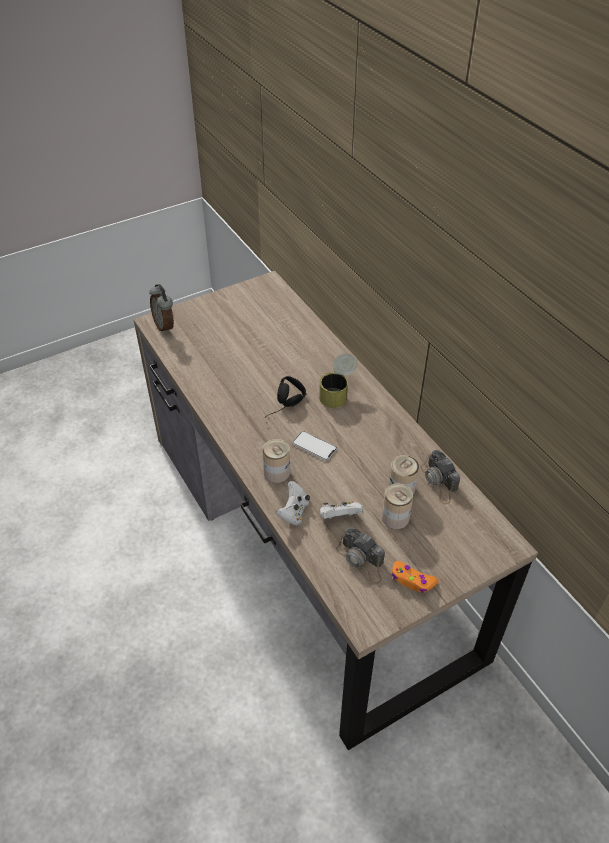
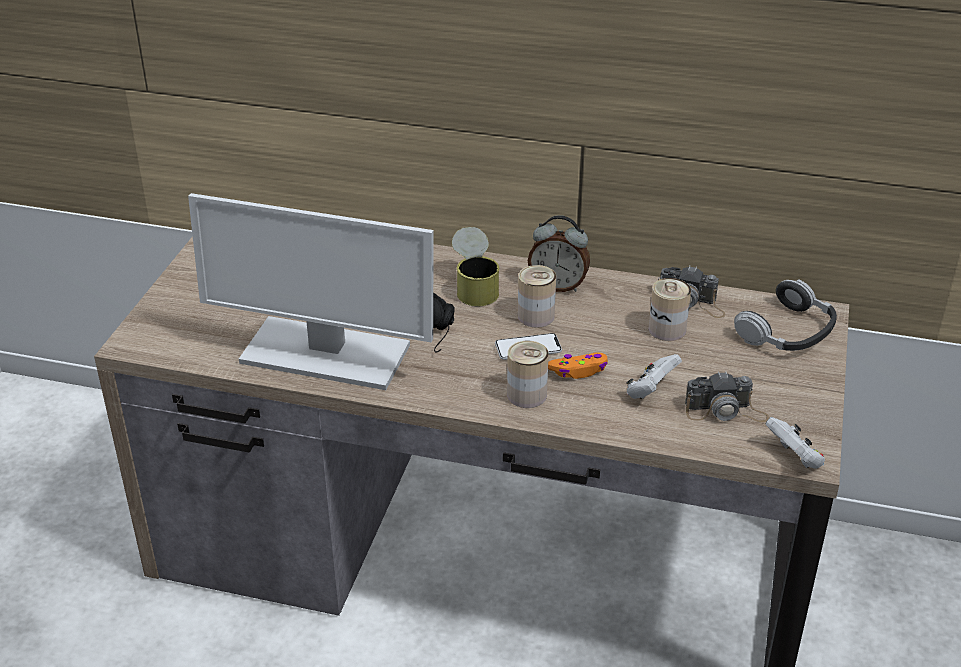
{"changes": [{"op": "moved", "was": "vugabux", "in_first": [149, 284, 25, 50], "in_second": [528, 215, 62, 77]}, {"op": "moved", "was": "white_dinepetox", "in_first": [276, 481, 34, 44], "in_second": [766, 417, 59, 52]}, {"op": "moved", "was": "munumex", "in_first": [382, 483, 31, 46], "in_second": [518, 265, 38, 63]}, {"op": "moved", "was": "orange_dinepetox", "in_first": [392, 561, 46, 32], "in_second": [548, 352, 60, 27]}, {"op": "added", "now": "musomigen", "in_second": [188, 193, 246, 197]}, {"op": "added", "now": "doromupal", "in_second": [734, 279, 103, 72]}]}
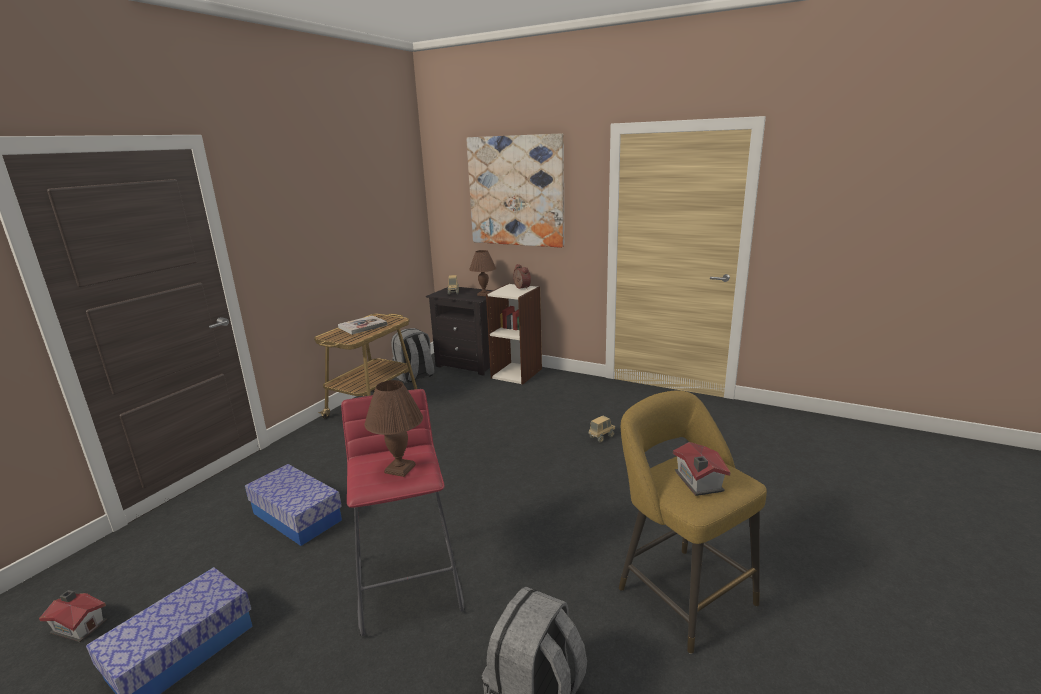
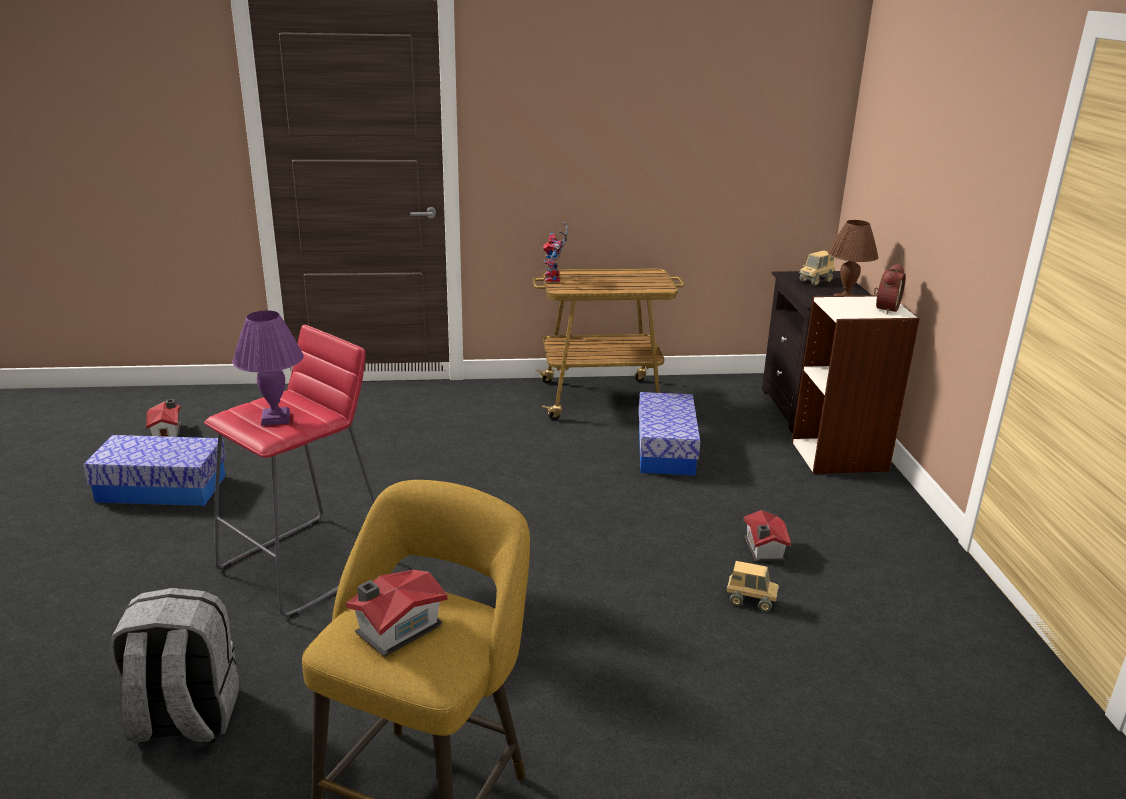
{"changes": [{"op": "moved", "was": "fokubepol", "in_first": [245, 464, 97, 82], "in_second": [639, 392, 61, 84]}, {"op": "removed", "was": "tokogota", "in_first": [338, 316, 49, 18]}, {"op": "recoloured", "was": "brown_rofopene", "now": "purple_rofopene", "in_first": [364, 380, 59, 97], "in_second": [232, 310, 72, 116]}, {"op": "removed", "was": "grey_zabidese", "in_first": [391, 328, 44, 55]}, {"op": "removed", "was": "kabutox", "in_first": [466, 134, 99, 114]}, {"op": "added", "now": "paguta", "in_second": [543, 222, 25, 60]}, {"op": "added", "now": "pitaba", "in_second": [743, 510, 48, 52]}]}
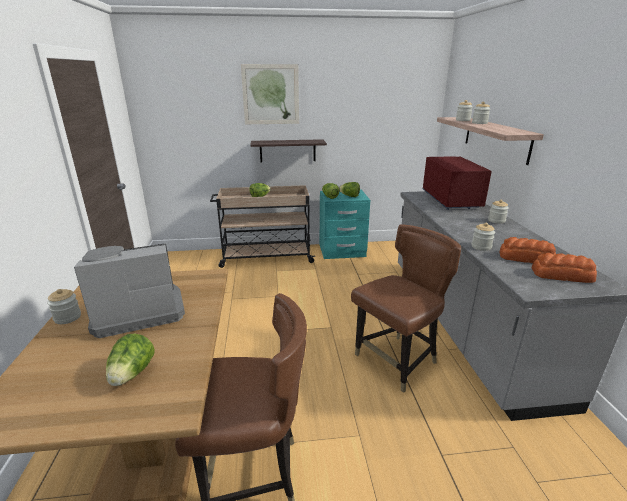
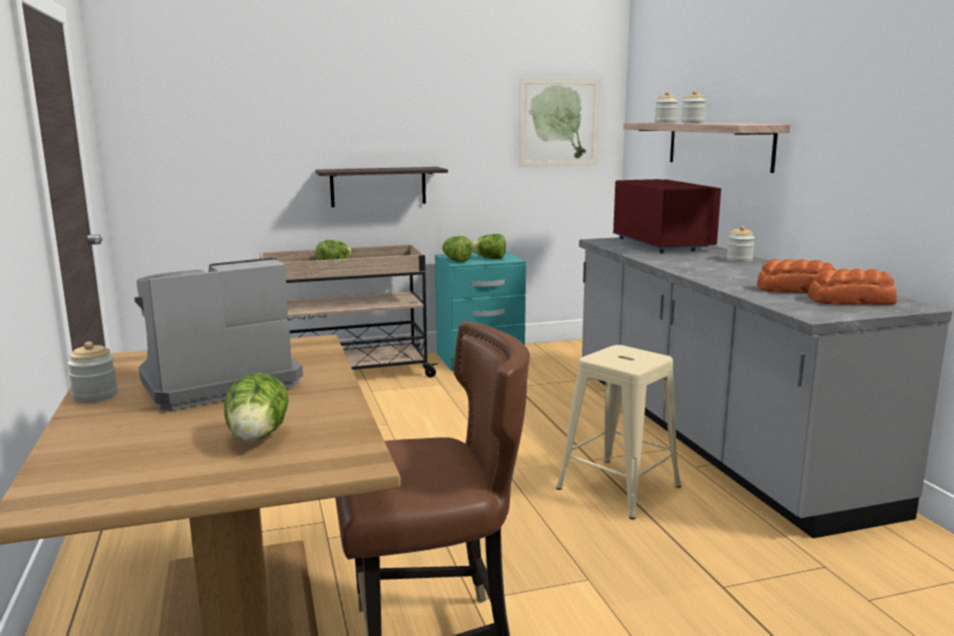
{"changes": [{"op": "moved", "was": "kabutox", "in_first": [241, 64, 58, 60], "in_second": [519, 77, 82, 90]}, {"op": "replaced", "was": "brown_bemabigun", "now": "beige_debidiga", "in_first": [351, 224, 110, 169], "in_second": [556, 345, 125, 175]}, {"op": "removed", "was": "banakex", "in_first": [472, 223, 23, 28]}]}
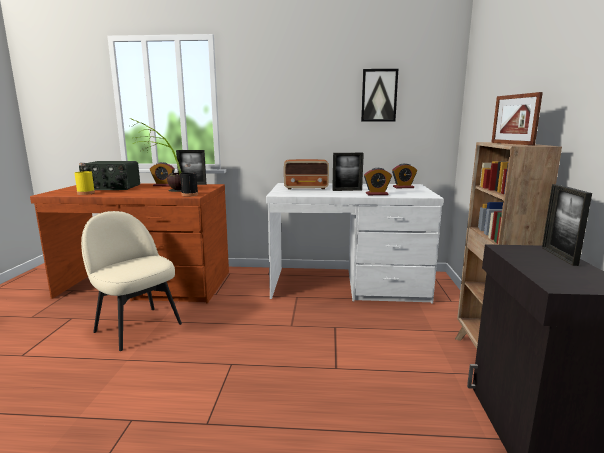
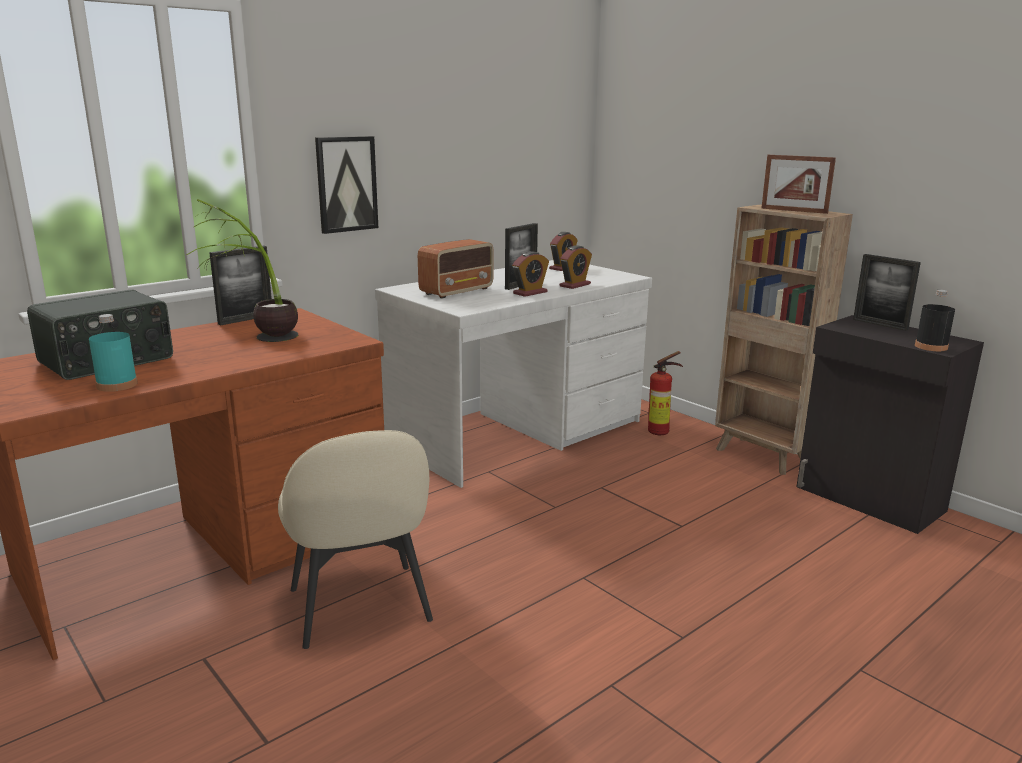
{"changes": [{"op": "recoloured", "was": "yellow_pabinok", "now": "turquoise_pabinok", "in_first": [75, 163, 20, 32], "in_second": [89, 314, 49, 78]}, {"op": "turned", "was": "beige_bemabigun", "in_first": [81, 211, 101, 140], "in_second": [278, 430, 155, 219], "clockwise": -105}, {"op": "moved", "was": "vugabux", "in_first": [150, 162, 25, 24], "in_second": [512, 251, 37, 46]}, {"op": "moved", "was": "black_pabinok", "in_first": [180, 164, 18, 33], "in_second": [915, 290, 40, 61]}, {"op": "moved", "was": "kabutox", "in_first": [361, 69, 37, 52], "in_second": [315, 136, 63, 98]}, {"op": "added", "now": "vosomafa", "in_second": [648, 351, 35, 84]}]}
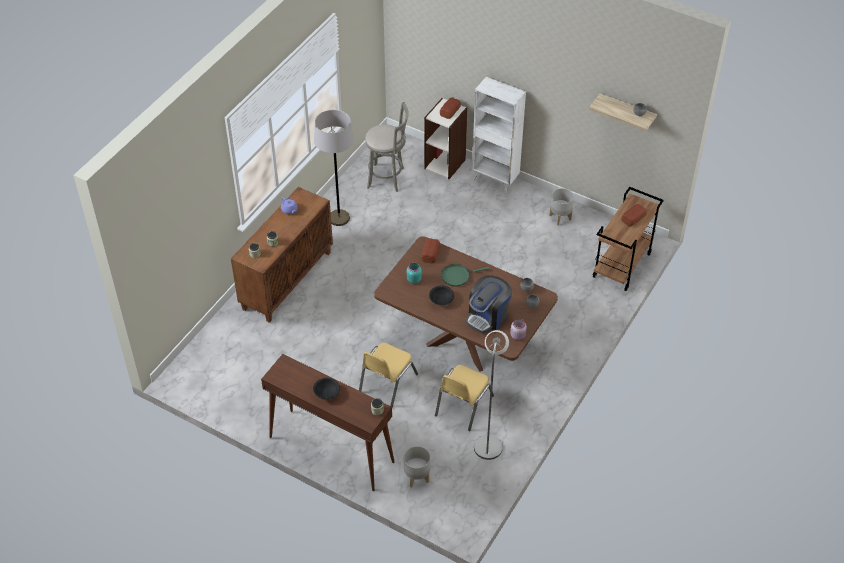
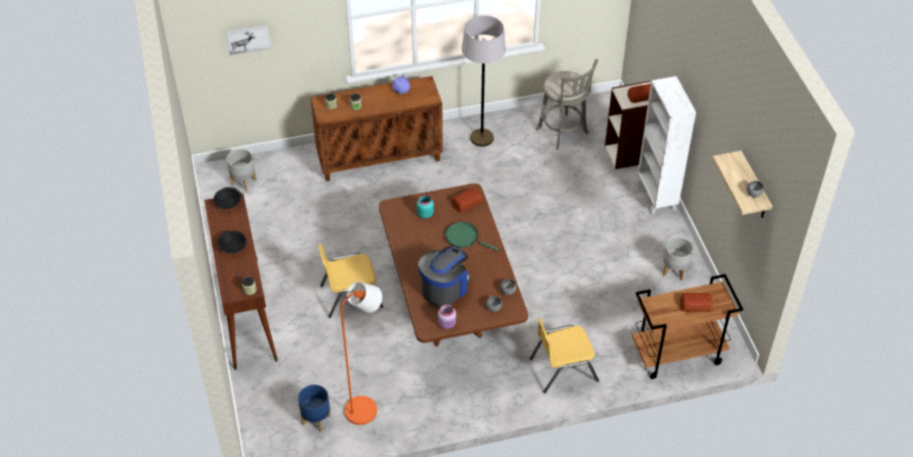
{"changes": [{"op": "moved", "was": "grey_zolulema", "in_first": [404, 446, 26, 42], "in_second": [227, 149, 29, 42]}, {"op": "moved", "was": "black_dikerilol", "in_first": [429, 285, 25, 20], "in_second": [213, 187, 29, 22]}, {"op": "moved", "was": "yellow_bemabigun", "in_first": [435, 365, 59, 66], "in_second": [529, 318, 70, 75]}, {"op": "turned", "was": "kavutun", "in_first": [466, 275, 46, 58], "in_second": [418, 246, 53, 61], "clockwise": 135}, {"op": "recoloured", "was": "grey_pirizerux", "now": "orange_pirizerux", "in_first": [474, 330, 35, 130], "in_second": [340, 282, 42, 143]}, {"op": "added", "now": "kabutox", "in_second": [226, 25, 45, 30]}, {"op": "added", "now": "blue_zolulema", "in_second": [298, 385, 33, 47]}]}
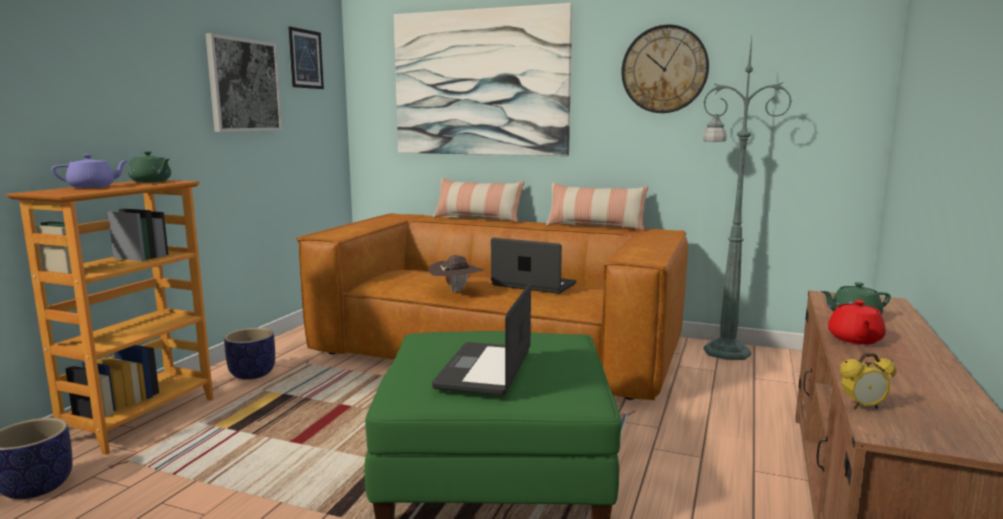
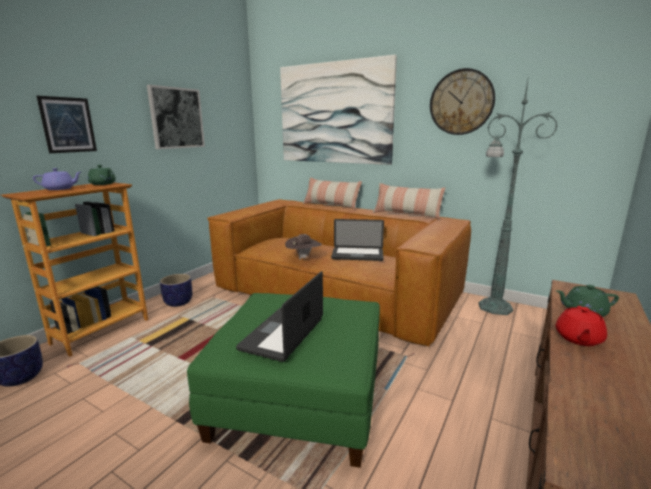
{"changes": [{"op": "moved", "was": "kabutox", "in_first": [288, 26, 36, 63], "in_second": [36, 96, 61, 57]}, {"op": "turned", "was": "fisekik", "in_first": [491, 237, 85, 57], "in_second": [331, 219, 53, 42], "clockwise": 150}, {"op": "removed", "was": "vugabux", "in_first": [840, 353, 56, 56]}]}
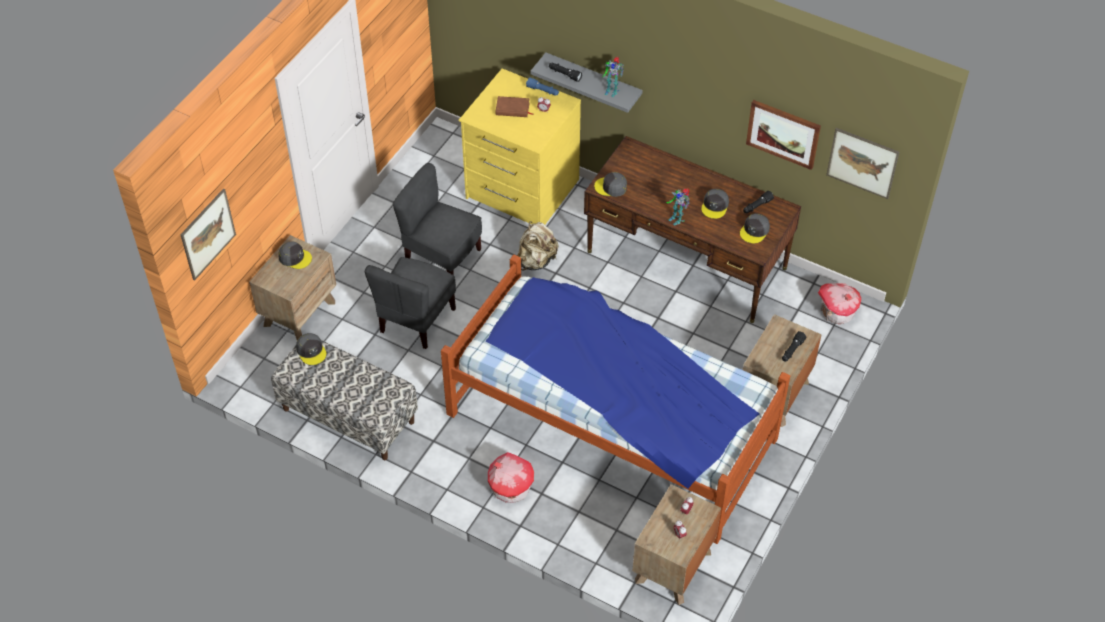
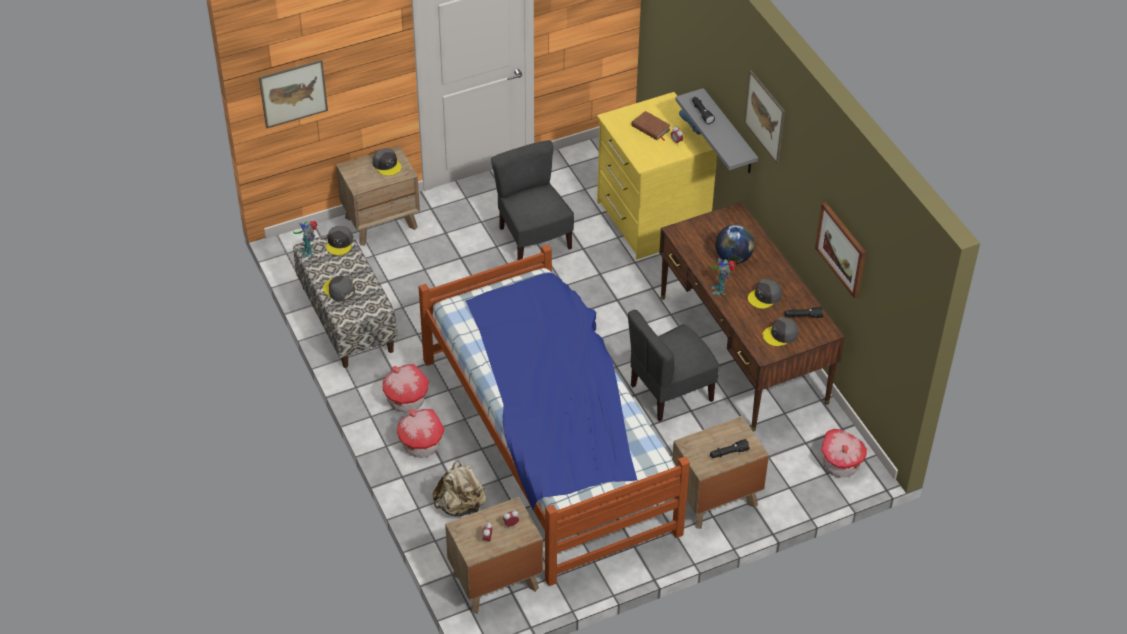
{"changes": [{"op": "moved", "was": "grey_bemabigun", "in_first": [365, 257, 91, 92], "in_second": [628, 310, 91, 111]}, {"op": "moved", "was": "beige_zabidese", "in_first": [517, 221, 41, 50], "in_second": [432, 460, 55, 56]}, {"op": "moved", "was": "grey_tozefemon", "in_first": [594, 172, 33, 25], "in_second": [323, 276, 32, 26]}, {"op": "moved", "was": "paguta", "in_first": [603, 57, 21, 40], "in_second": [293, 221, 24, 37]}, {"op": "moved", "was": "kabutox", "in_first": [826, 128, 73, 71], "in_second": [744, 70, 41, 94]}, {"op": "added", "now": "pitaba", "in_second": [383, 364, 46, 48]}, {"op": "added", "now": "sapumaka", "in_second": [715, 225, 40, 39]}]}
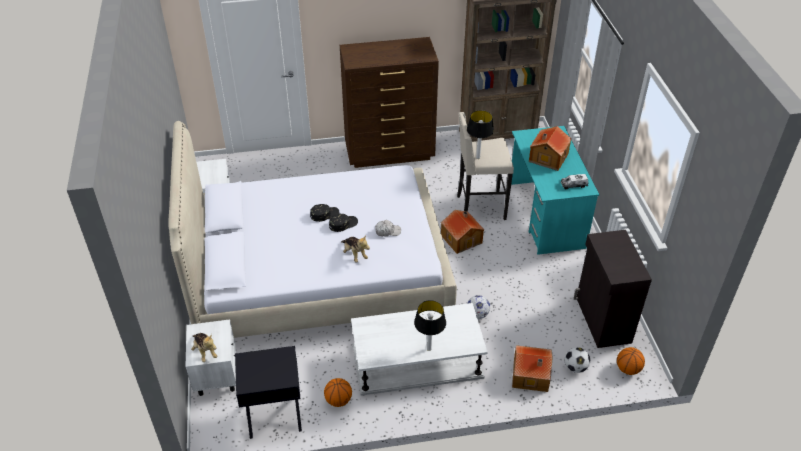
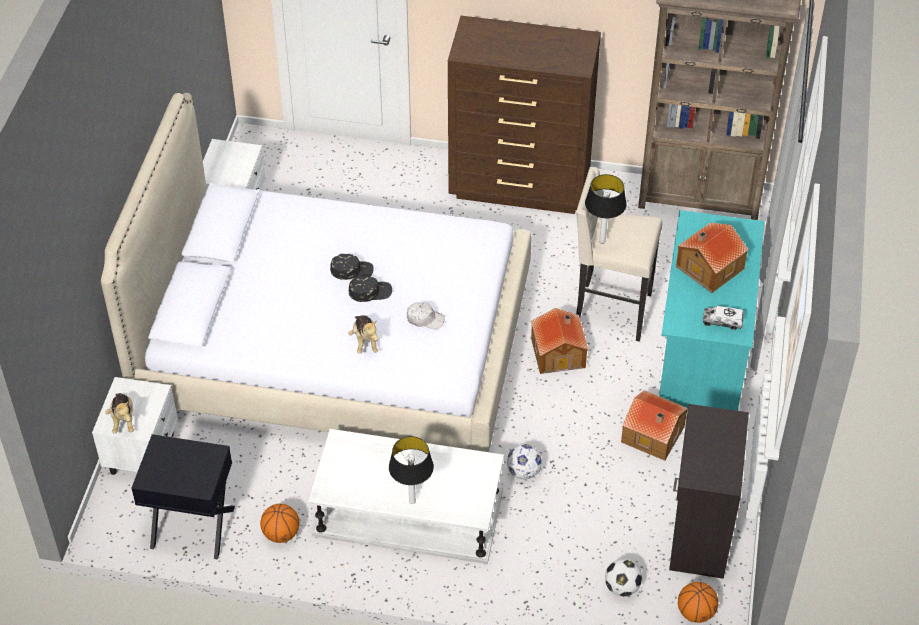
{"changes": [{"op": "moved", "was": "pitaba", "in_first": [512, 345, 41, 47], "in_second": [621, 390, 67, 71]}]}
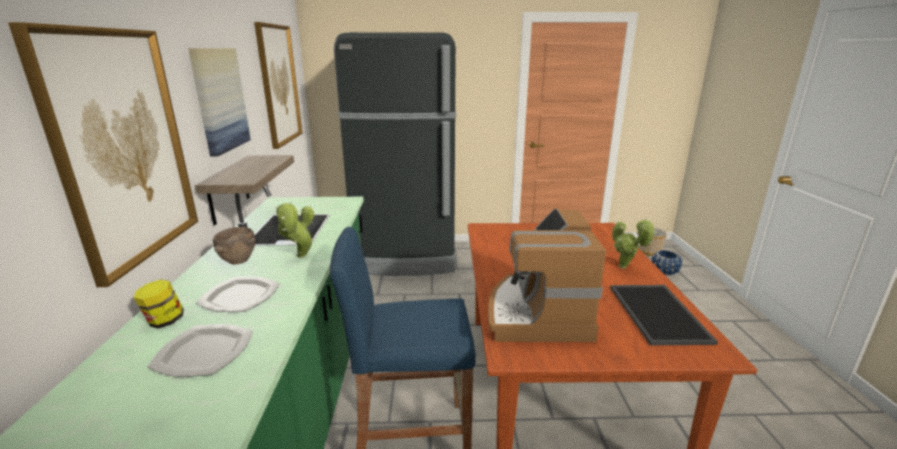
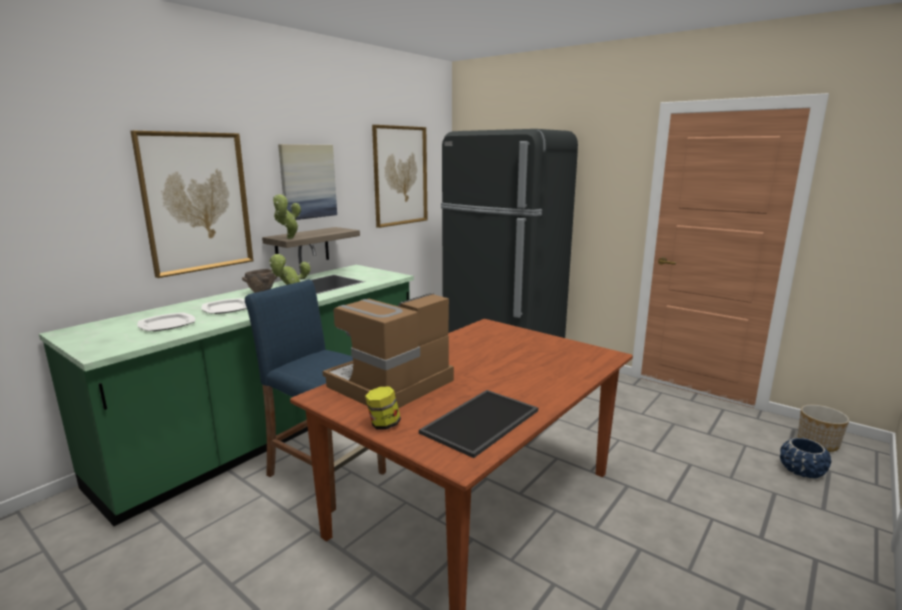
{"changes": [{"op": "moved", "was": "banakex", "in_first": [134, 279, 50, 49], "in_second": [365, 387, 36, 43]}, {"op": "moved", "was": "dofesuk", "in_first": [612, 218, 44, 50], "in_second": [273, 194, 28, 45]}]}
